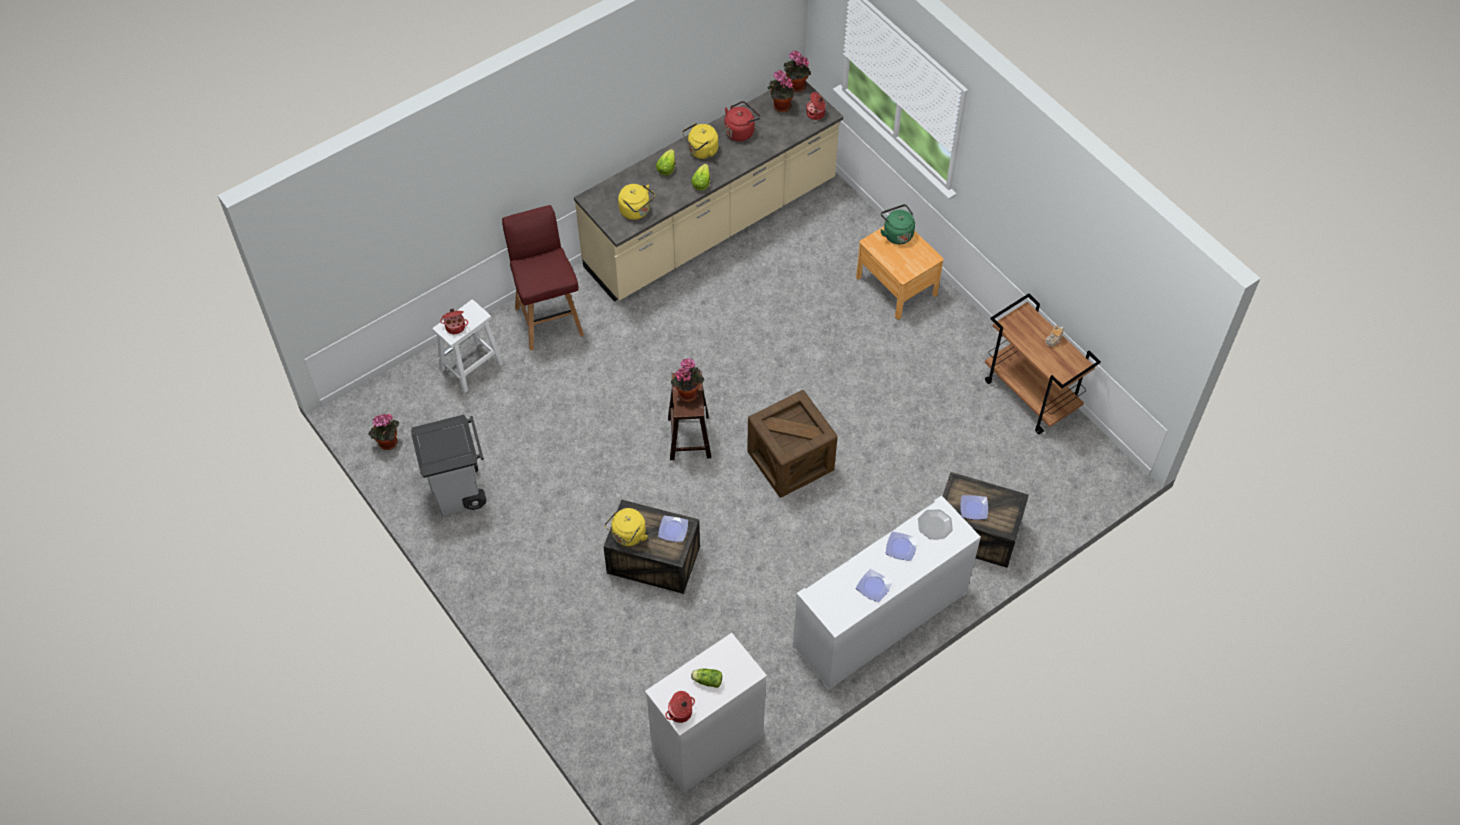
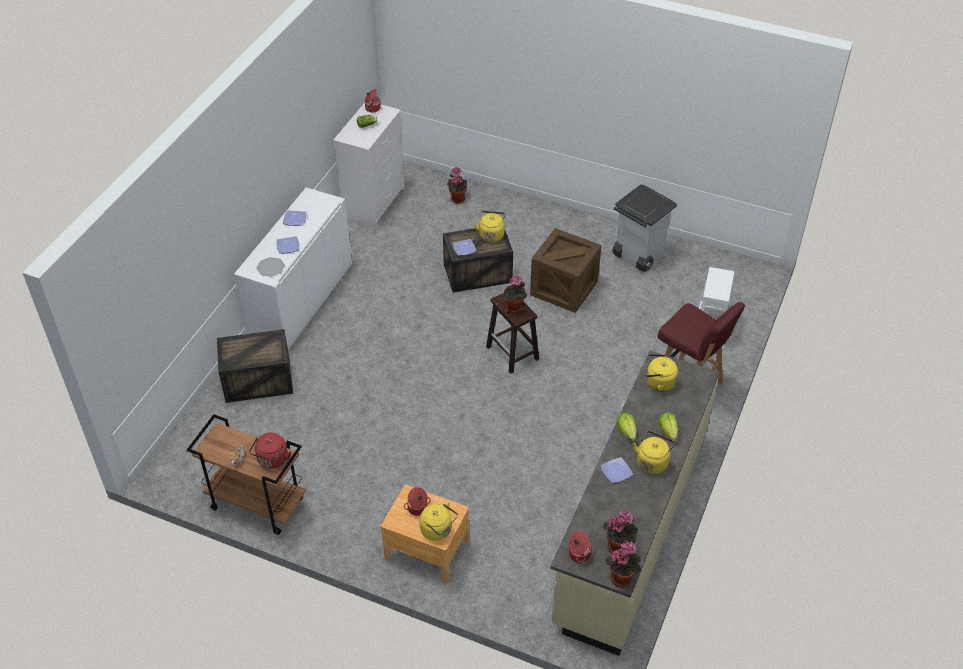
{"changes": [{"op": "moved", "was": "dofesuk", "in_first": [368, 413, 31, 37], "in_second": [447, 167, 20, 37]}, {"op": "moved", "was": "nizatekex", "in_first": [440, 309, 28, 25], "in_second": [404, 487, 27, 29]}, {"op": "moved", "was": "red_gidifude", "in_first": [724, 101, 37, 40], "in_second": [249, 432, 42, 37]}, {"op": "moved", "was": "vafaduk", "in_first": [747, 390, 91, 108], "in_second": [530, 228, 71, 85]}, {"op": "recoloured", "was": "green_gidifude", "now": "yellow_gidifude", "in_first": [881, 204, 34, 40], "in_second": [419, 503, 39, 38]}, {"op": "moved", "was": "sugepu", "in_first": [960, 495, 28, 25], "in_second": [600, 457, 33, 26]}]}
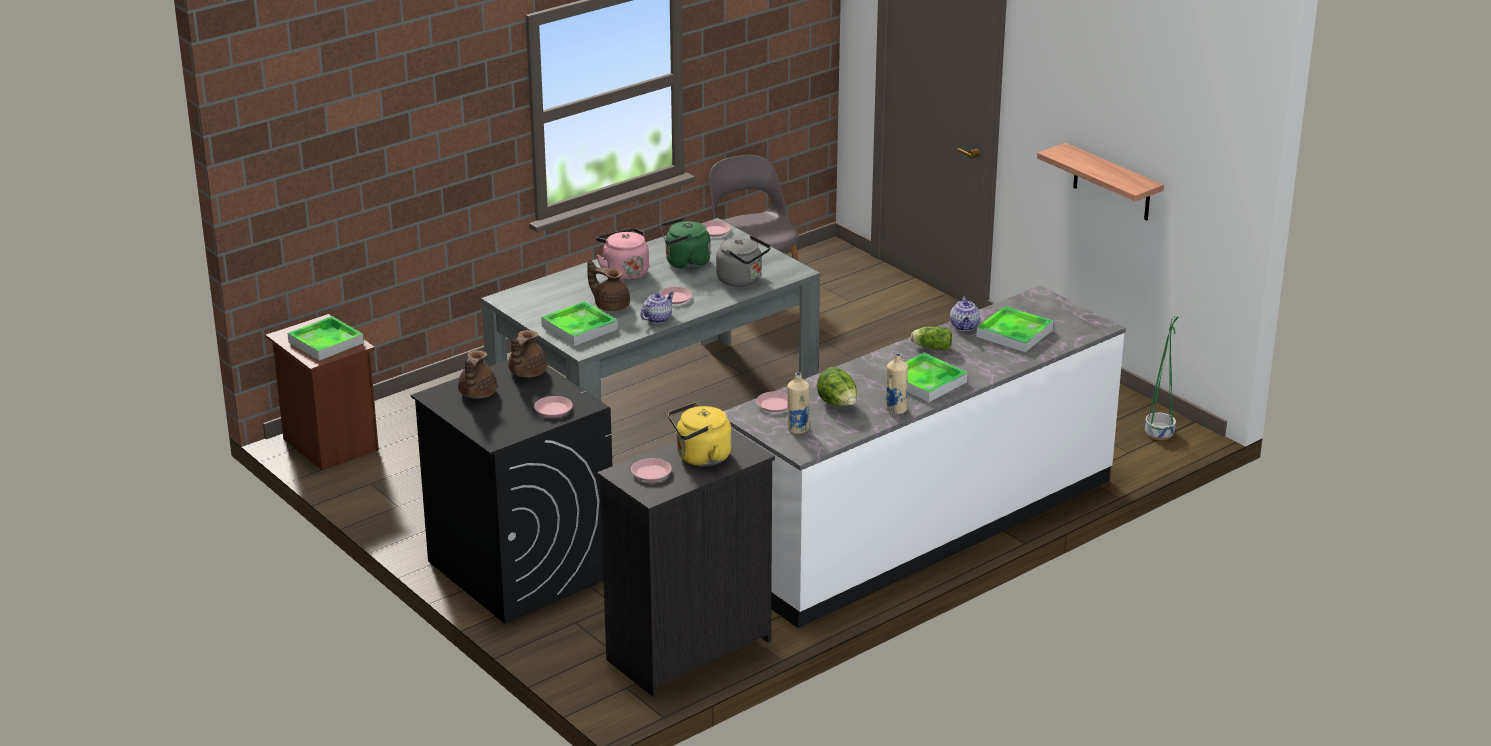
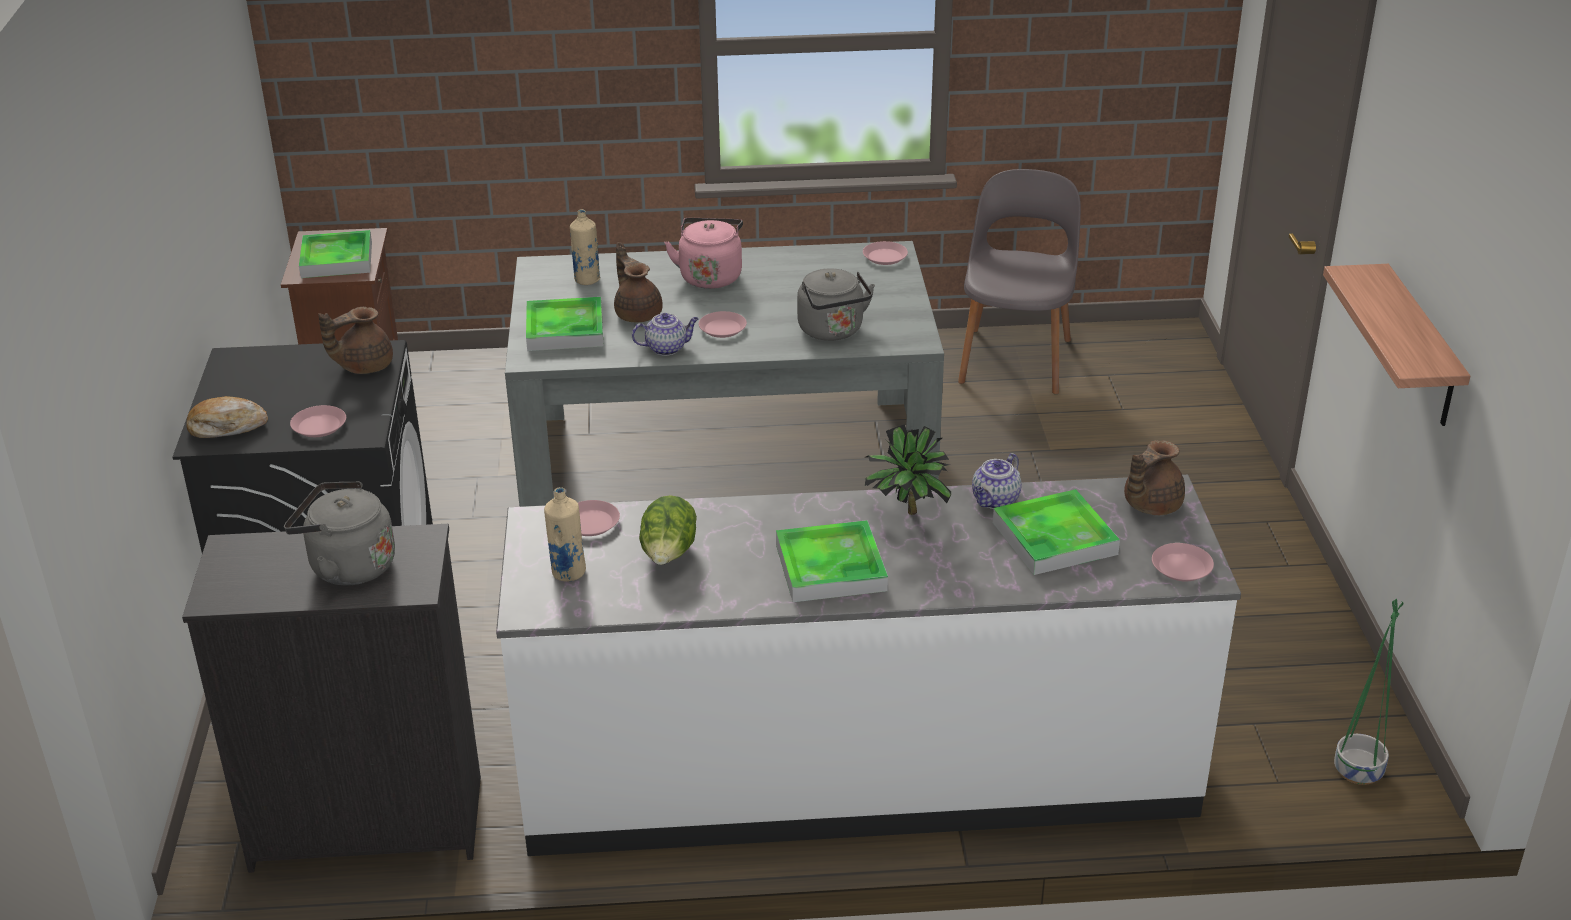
{"changes": [{"op": "moved", "was": "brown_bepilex", "in_first": [458, 350, 39, 49], "in_second": [1124, 440, 61, 75]}, {"op": "moved", "was": "pink_sugepu", "in_first": [631, 458, 41, 23], "in_second": [1152, 543, 62, 38]}, {"op": "removed", "was": "green_gidifude", "in_first": [660, 217, 51, 52]}, {"op": "recoloured", "was": "yellow_gidifude", "now": "grey_gidifude", "in_first": [668, 402, 64, 64], "in_second": [284, 481, 111, 104]}, {"op": "moved", "was": "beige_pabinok", "in_first": [886, 353, 22, 61], "in_second": [570, 209, 30, 76]}, {"op": "replaced", "was": "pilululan", "now": "dofesuk", "in_first": [911, 327, 41, 23], "in_second": [864, 424, 87, 91]}, {"op": "added", "now": "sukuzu", "in_second": [187, 396, 81, 42]}]}
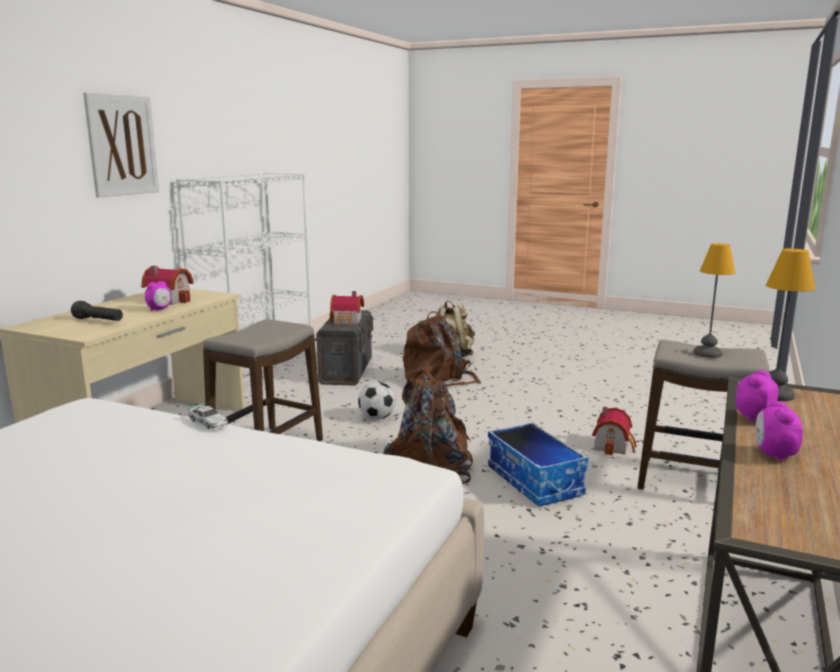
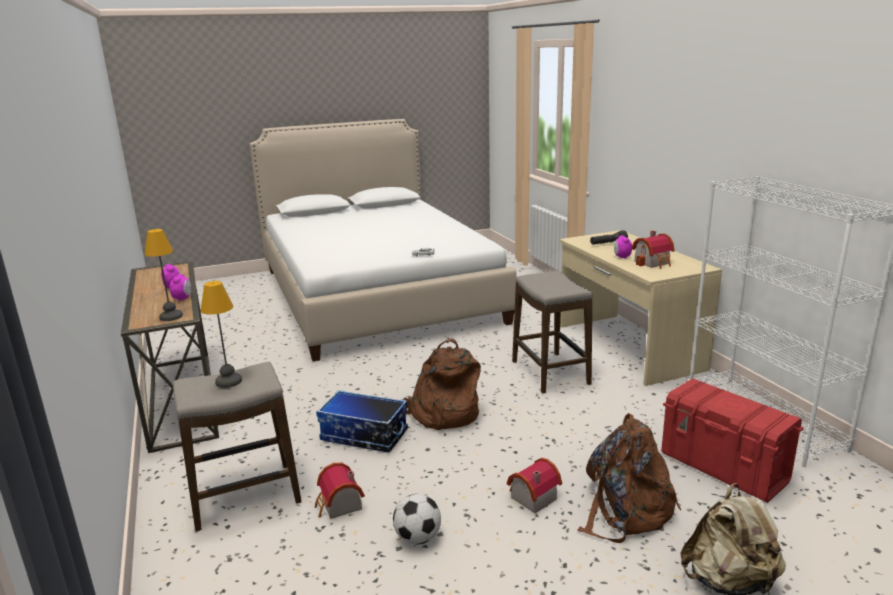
{"changes": [{"op": "removed", "was": "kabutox", "in_first": [83, 92, 76, 106]}, {"op": "recoloured", "was": "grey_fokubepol", "now": "red_fokubepol", "in_first": [315, 310, 58, 76], "in_second": [661, 378, 143, 125]}, {"op": "moved", "was": "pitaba", "in_first": [330, 291, 34, 35], "in_second": [507, 458, 55, 55]}, {"op": "moved", "was": "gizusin", "in_first": [358, 382, 38, 38], "in_second": [393, 494, 48, 51]}]}
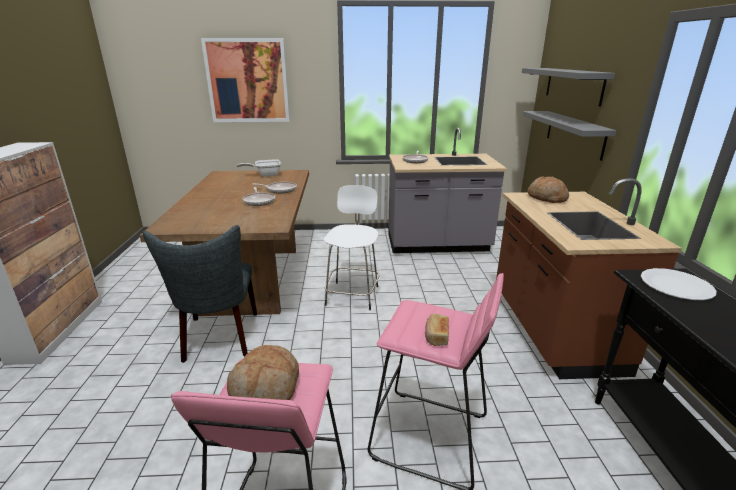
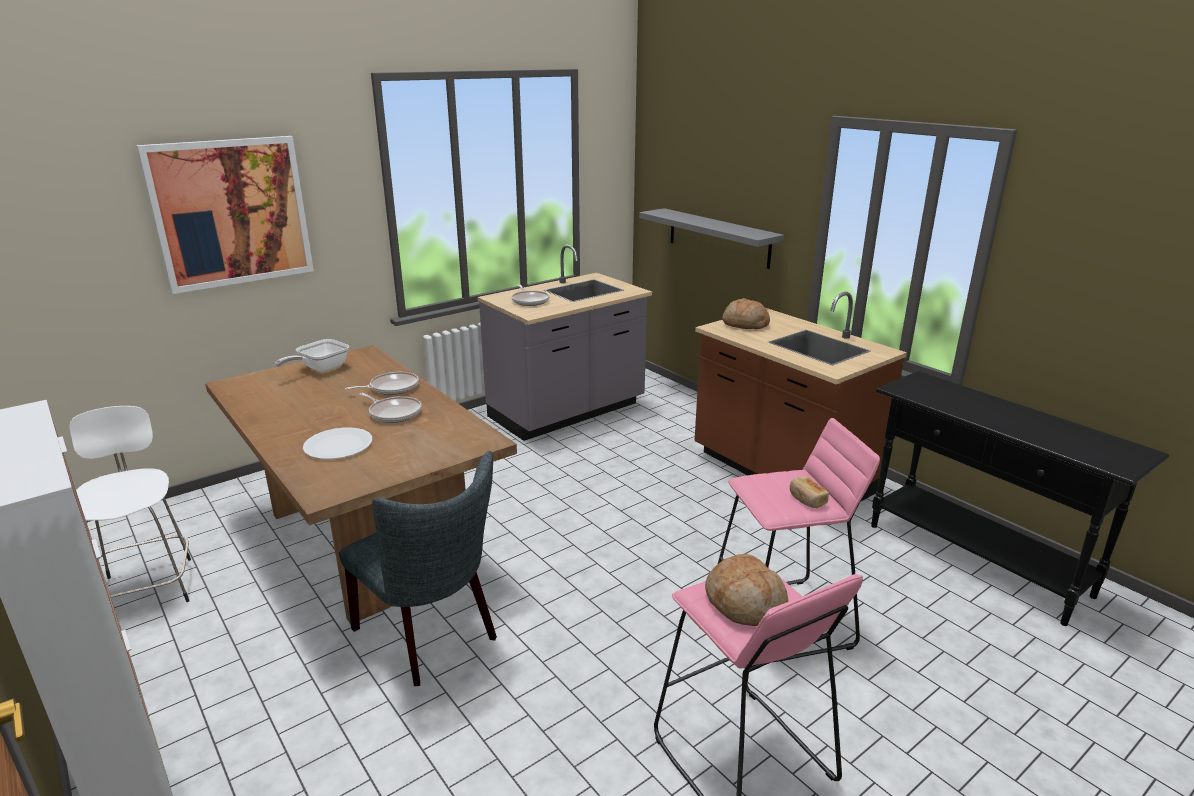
{"changes": [{"op": "moved", "was": "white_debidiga", "in_first": [324, 185, 55, 125], "in_second": [69, 406, 122, 196]}, {"op": "removed", "was": "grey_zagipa", "in_first": [522, 68, 93, 39]}, {"op": "moved", "was": "white_sugepu", "in_first": [641, 268, 75, 32], "in_second": [303, 427, 69, 32]}]}
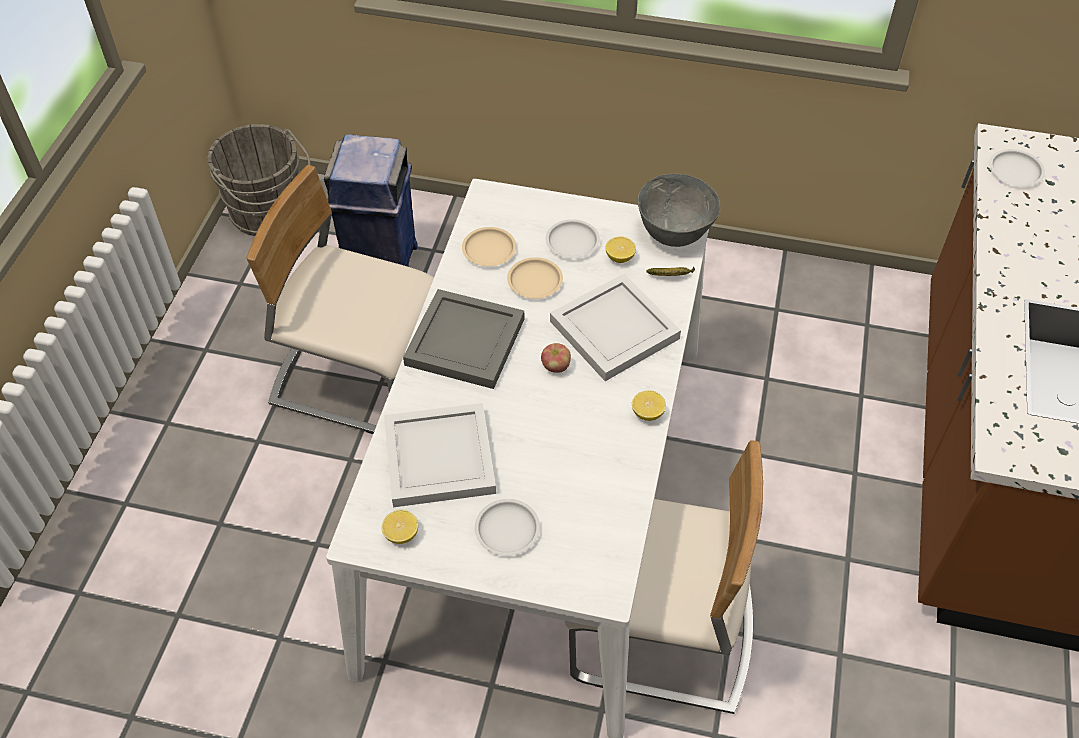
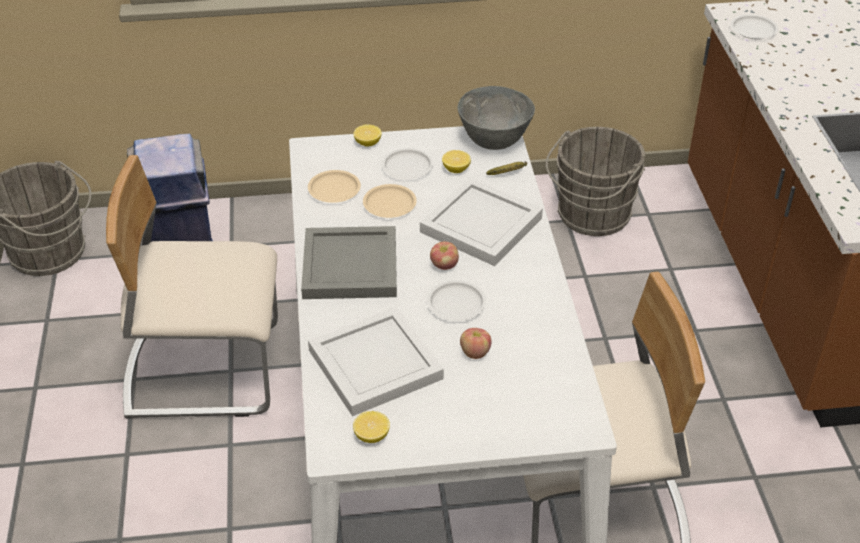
{"changes": [{"op": "moved", "was": "white_sugepu", "in_first": [475, 499, 65, 57], "in_second": [427, 280, 59, 41]}, {"op": "moved", "was": "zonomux", "in_first": [632, 390, 34, 31], "in_second": [353, 124, 29, 23]}, {"op": "added", "now": "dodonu", "in_second": [460, 328, 32, 31]}, {"op": "added", "now": "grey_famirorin", "in_second": [546, 127, 99, 109]}]}
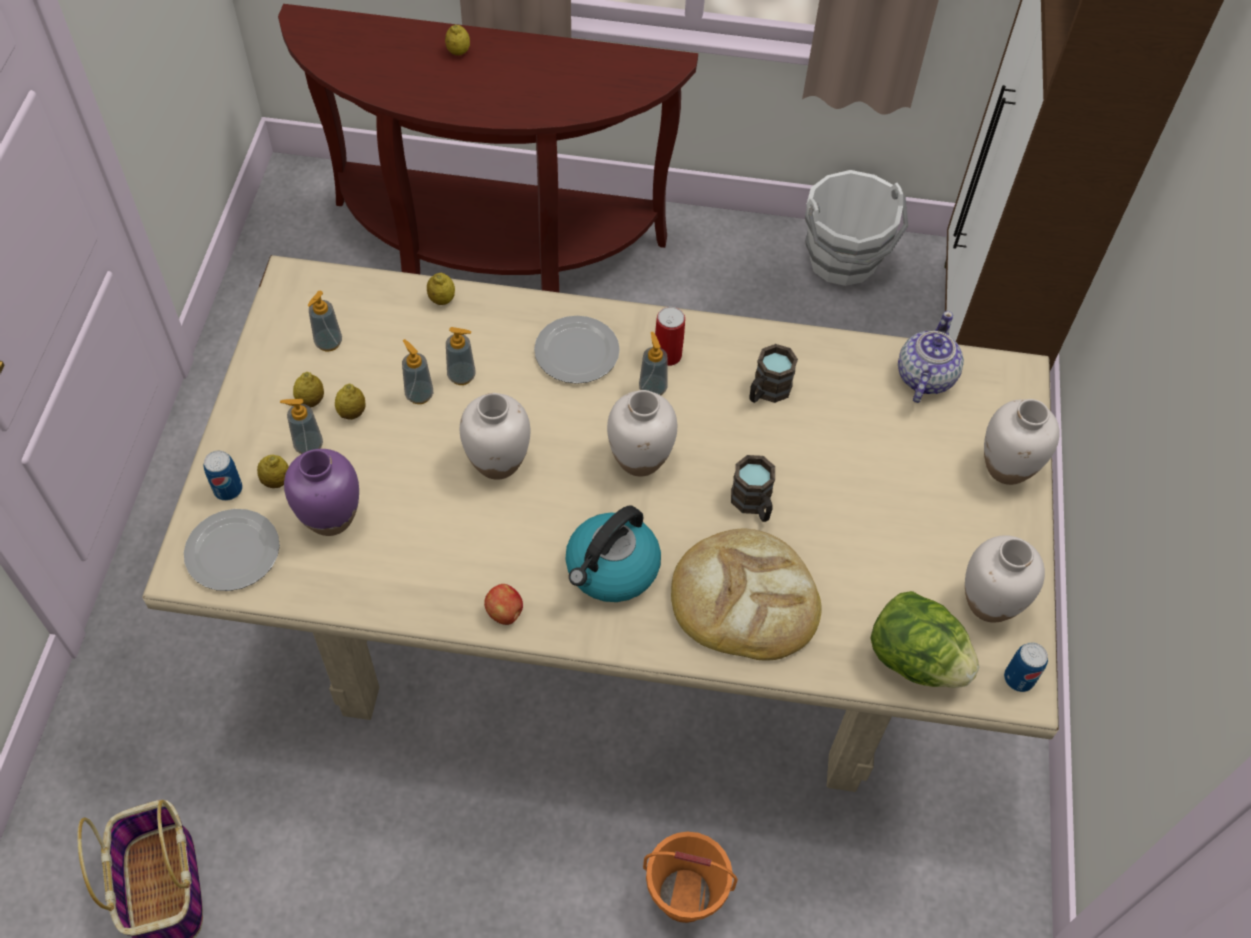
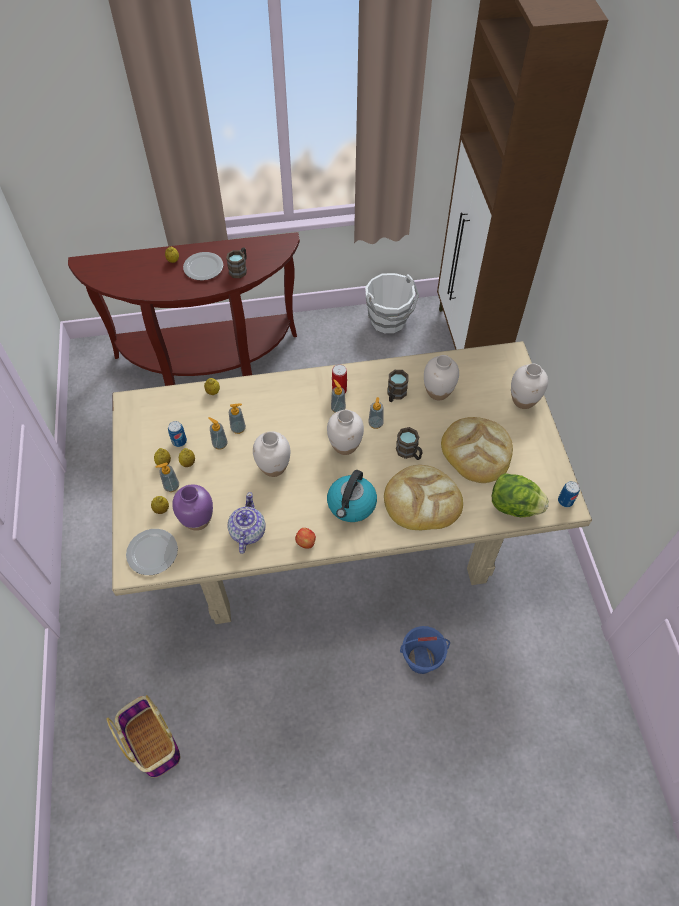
{"changes": [{"op": "moved", "was": "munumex", "in_first": [203, 450, 40, 51], "in_second": [168, 421, 19, 26]}, {"op": "moved", "was": "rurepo", "in_first": [307, 291, 35, 61], "in_second": [368, 397, 15, 32]}, {"op": "moved", "was": "sugepu", "in_first": [534, 316, 86, 68], "in_second": [183, 252, 40, 29]}, {"op": "recoloured", "was": "orange_famirorin", "now": "blue_famirorin", "in_first": [643, 832, 95, 91], "in_second": [400, 626, 50, 48]}, {"op": "moved", "was": "bepilex", "in_first": [898, 311, 66, 92], "in_second": [228, 492, 38, 62]}, {"op": "moved", "was": "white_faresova", "in_first": [965, 535, 80, 88], "in_second": [424, 355, 35, 45]}, {"op": "added", "now": "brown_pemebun", "in_second": [226, 247, 21, 31]}, {"op": "added", "now": "sukuzu", "in_second": [441, 417, 72, 66]}]}
